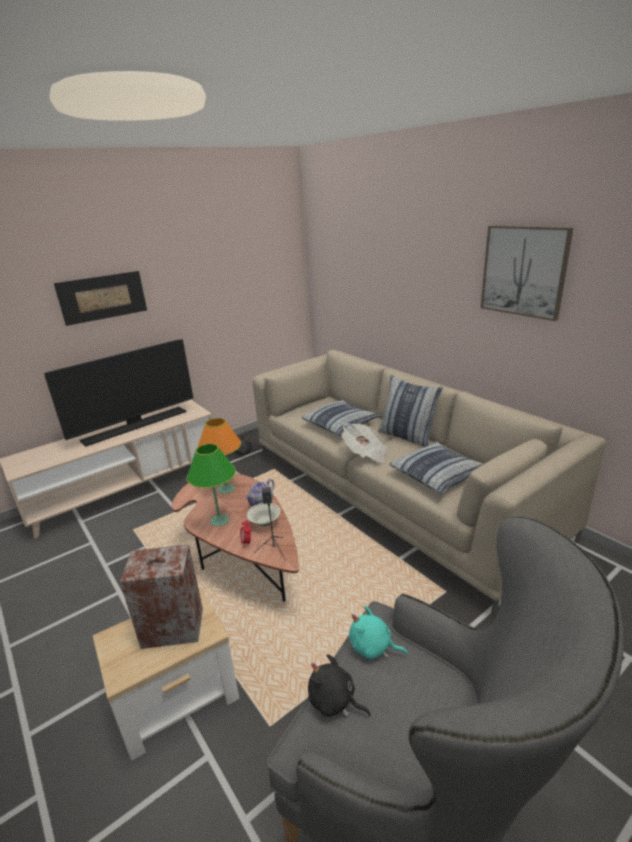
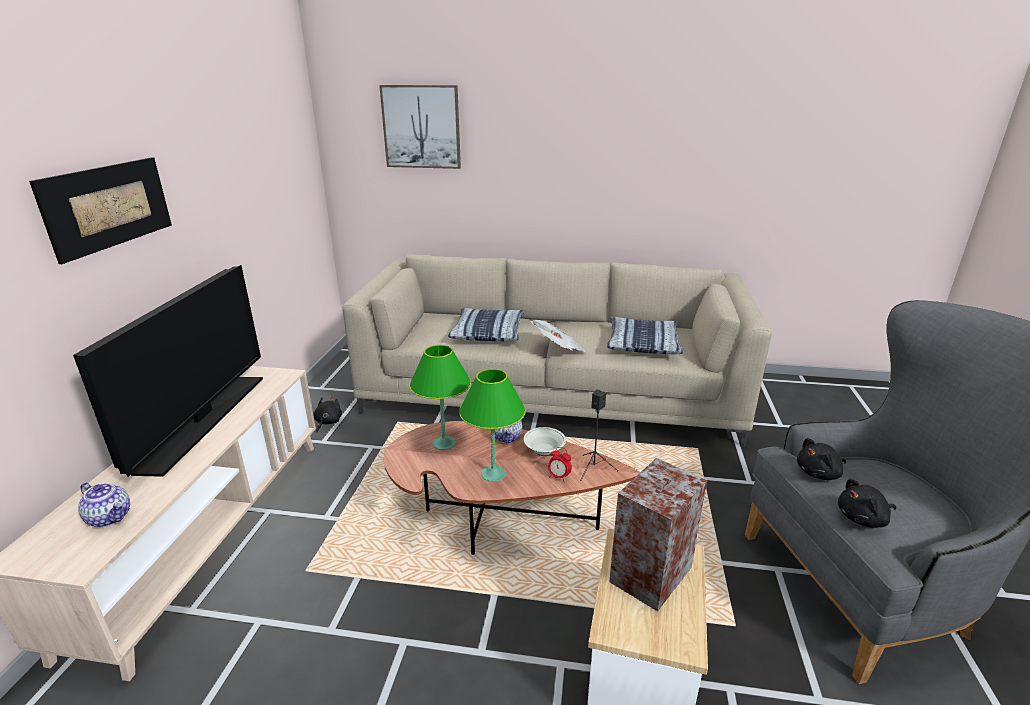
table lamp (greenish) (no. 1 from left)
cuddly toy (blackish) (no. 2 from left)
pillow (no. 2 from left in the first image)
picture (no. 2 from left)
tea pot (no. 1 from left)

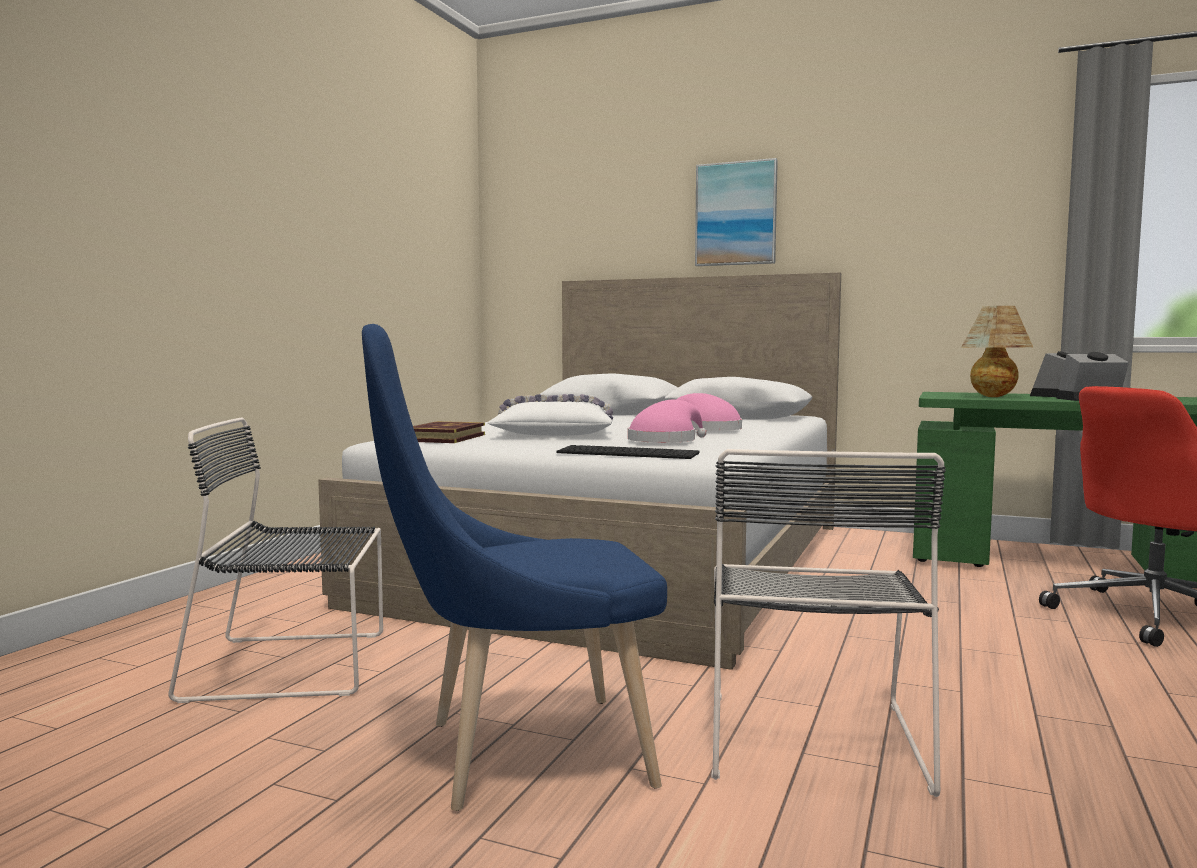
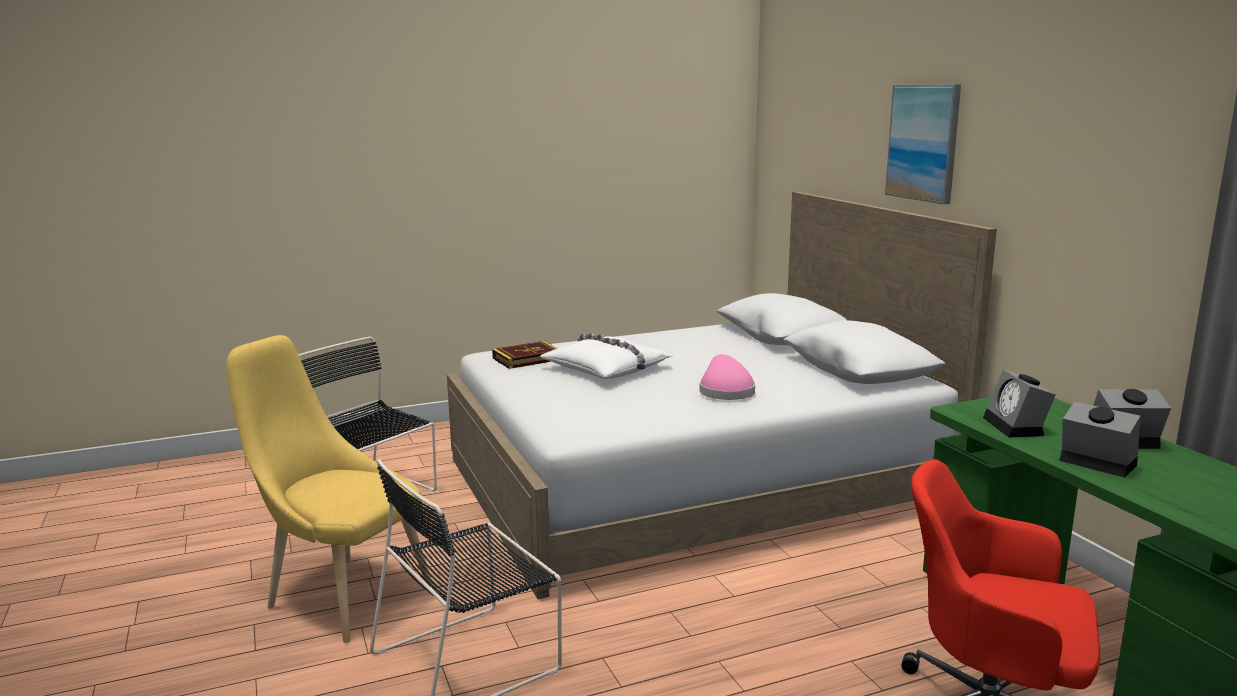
plain chair (yellow-coloured)
keyboard
hat (pink) (no. 1 from left in the first image)
bedside clock (no. 1 from left)

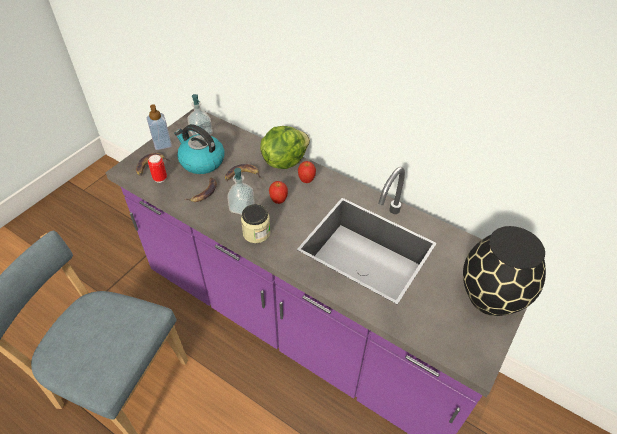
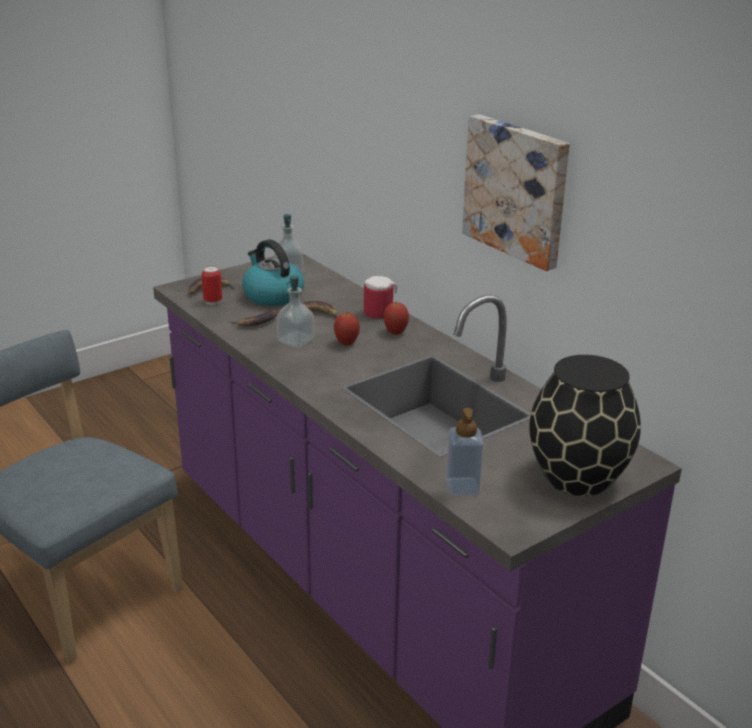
liquid soap bottle (no. 3 from left)
jar
coffee mug
picture

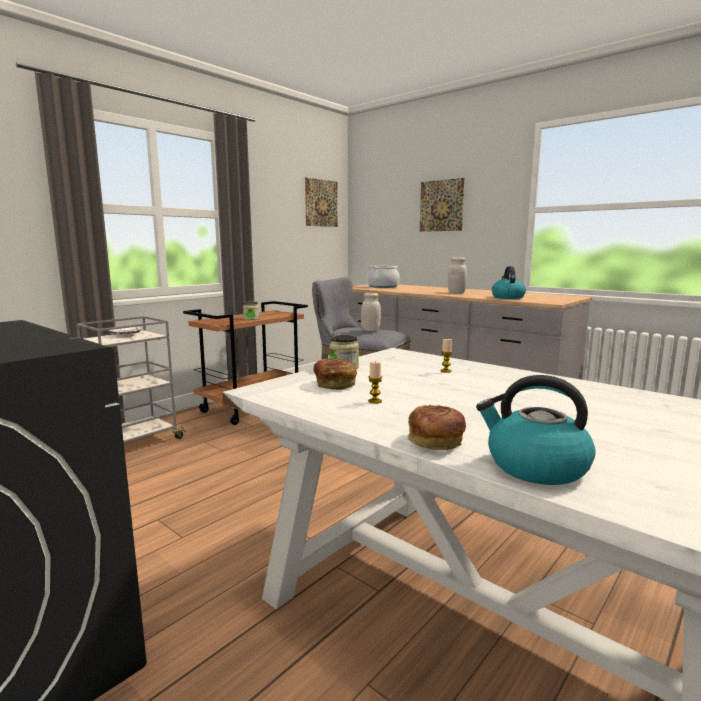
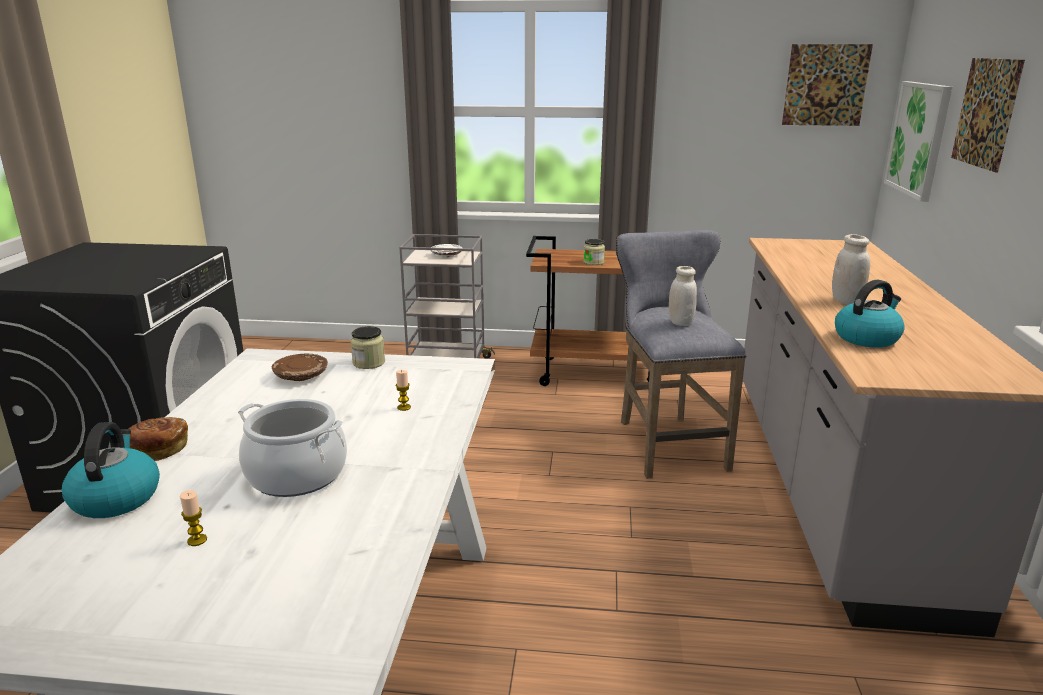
plate (brown-coloured)
cooking pot
wax candle (no. 1 from left)
picture (no. 2 from left)

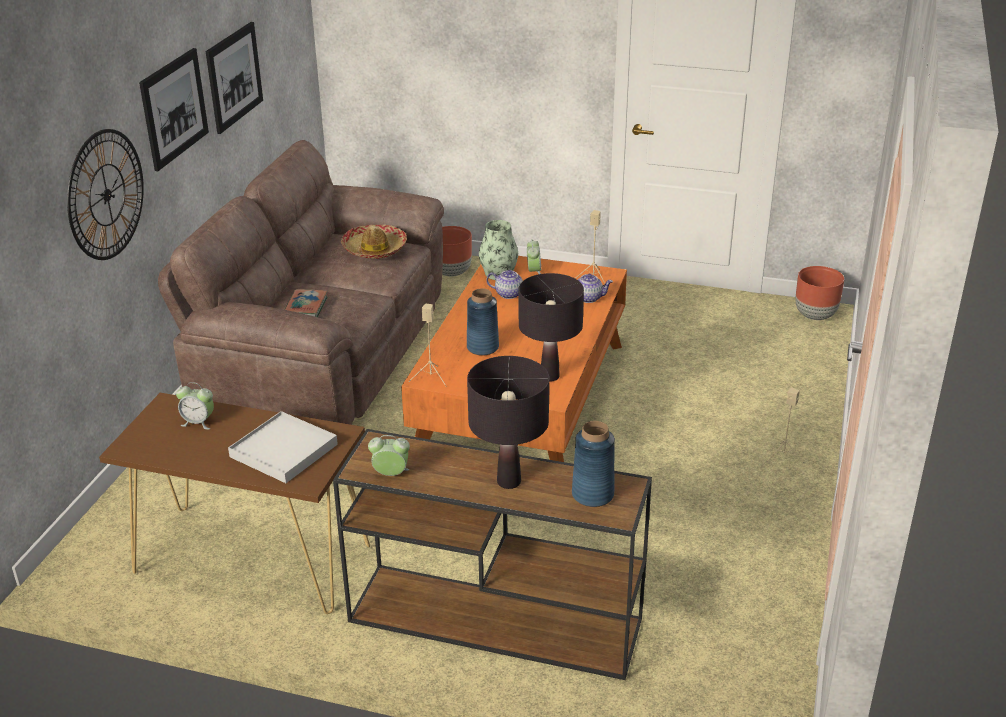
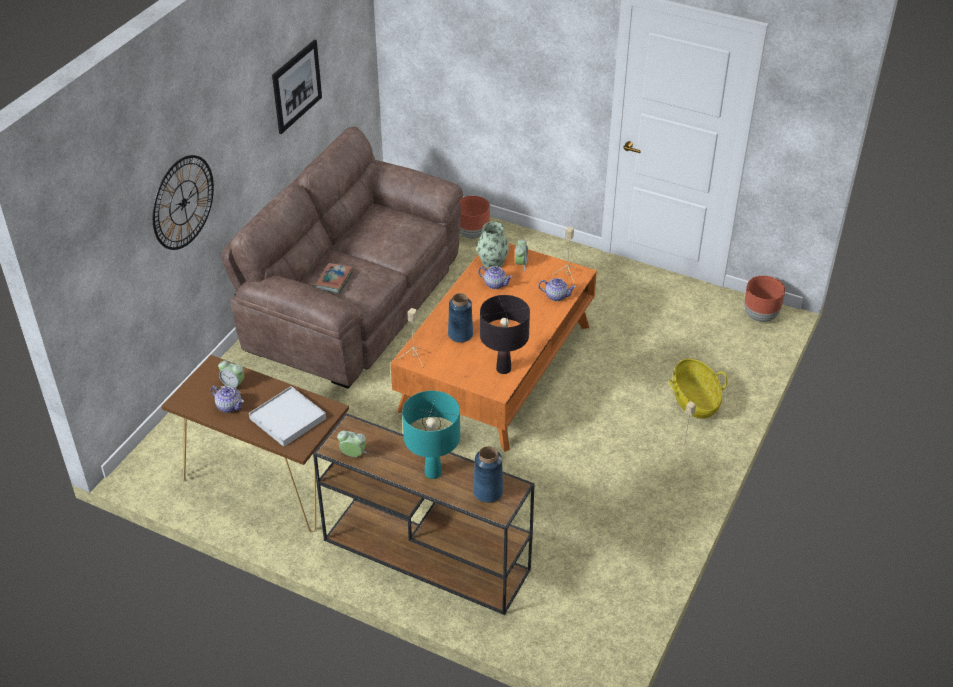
picture (no. 1 from left in the first image)
hat
table lamp (blue-green)
tea pot (no. 1 from left)
storage basket

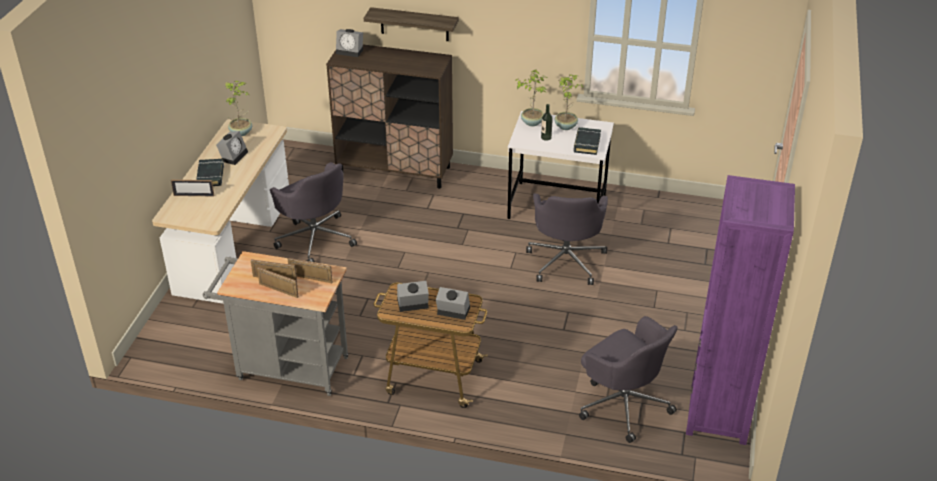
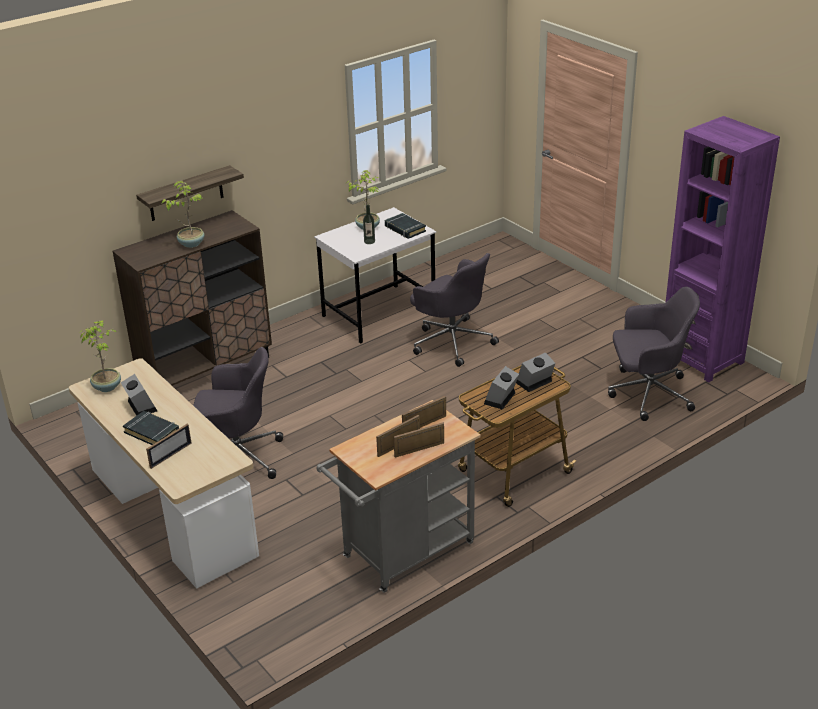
bedside clock (no. 2 from left in the first image)
houseplant (no. 2 from left)

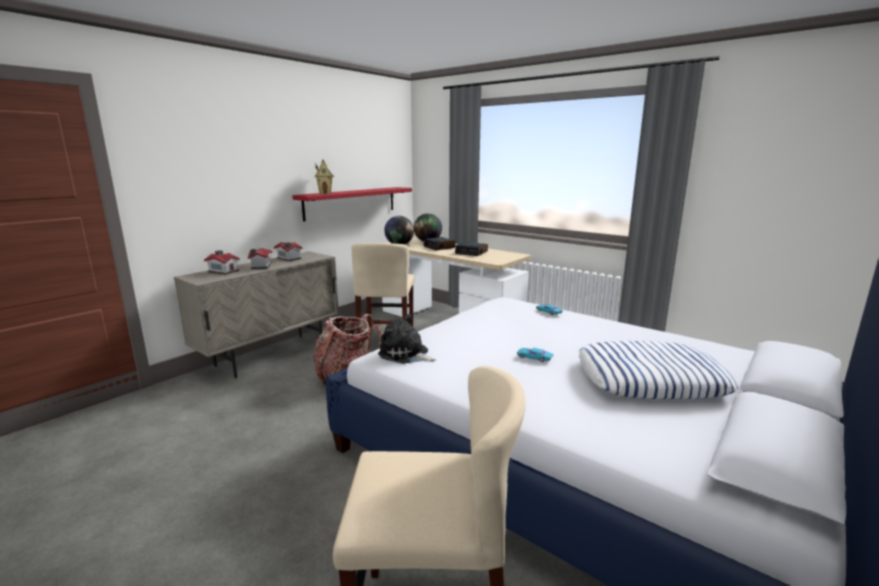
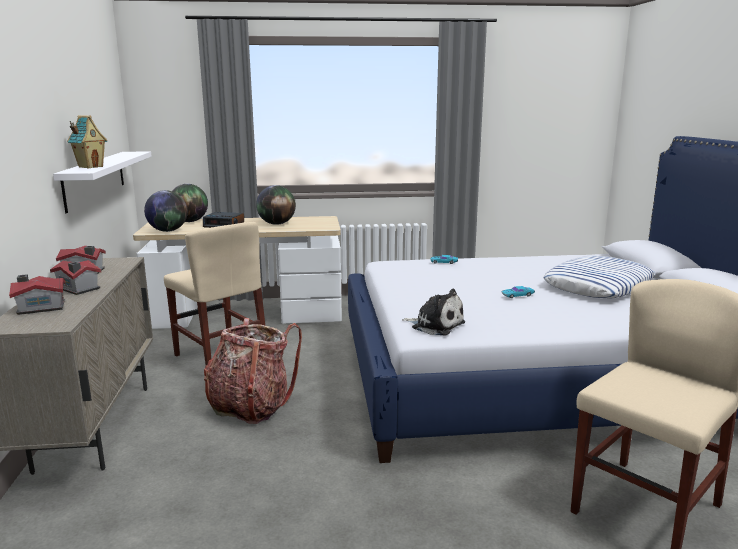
shelf (whitish)
cuddly toy
desk globe (no. 3 from left)

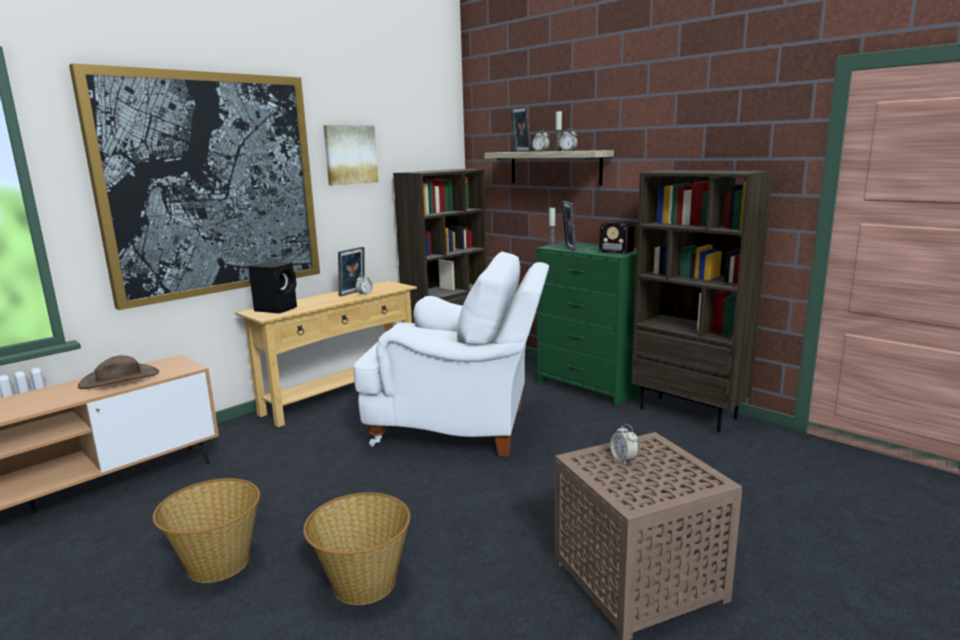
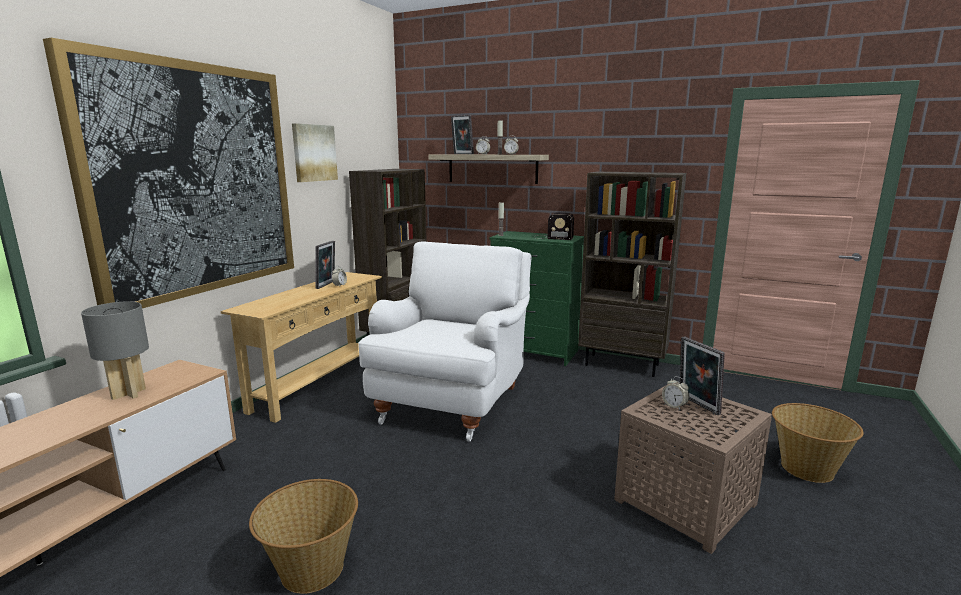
table lamp (grey)
loudspeaker (blackish)
storage basket (no. 2 from left)
armchair (whitish)
photo frame (no. 3 from left)

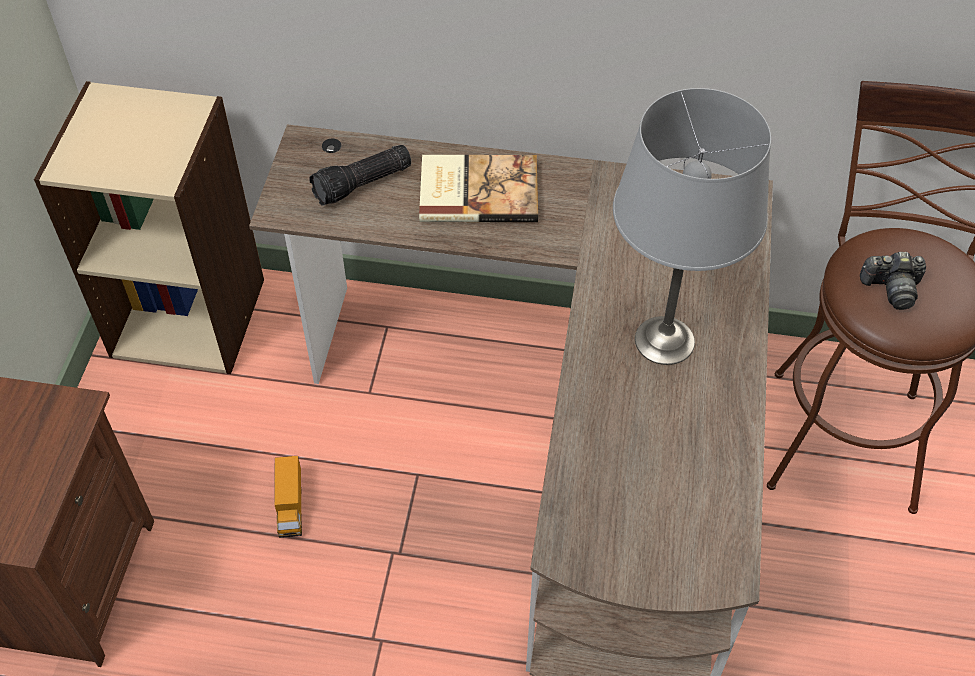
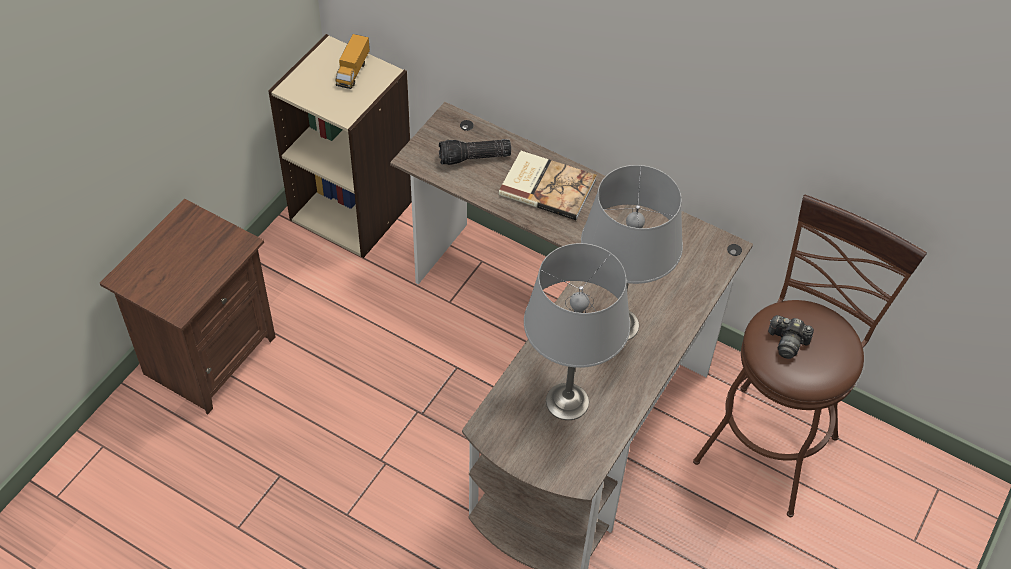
model truck
table lamp (grey) (no. 1 from left)

